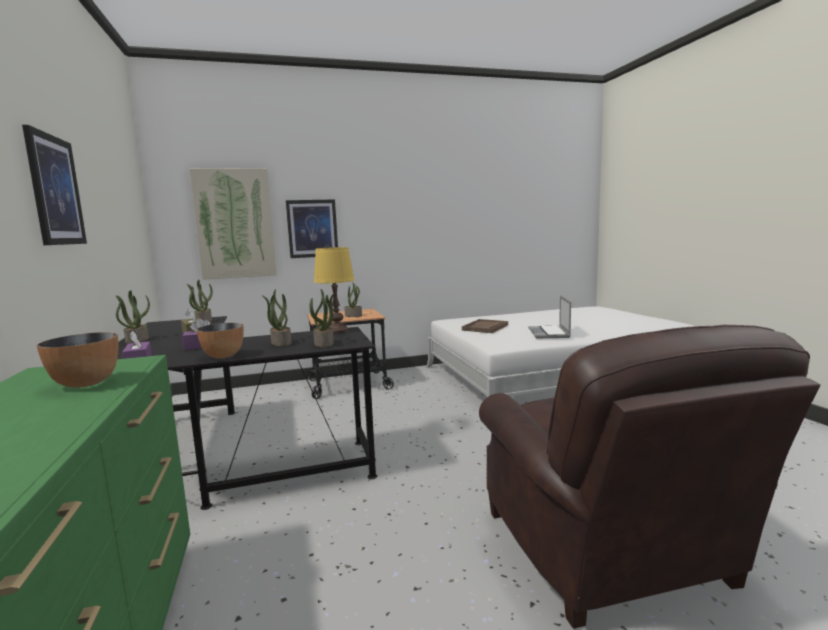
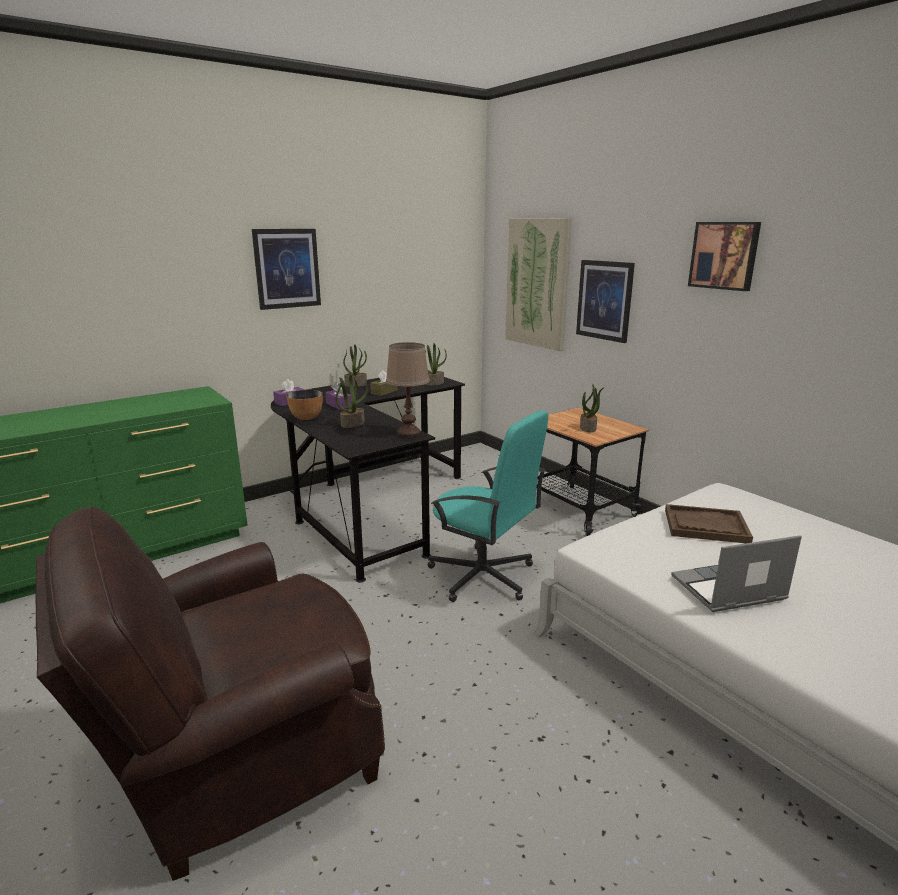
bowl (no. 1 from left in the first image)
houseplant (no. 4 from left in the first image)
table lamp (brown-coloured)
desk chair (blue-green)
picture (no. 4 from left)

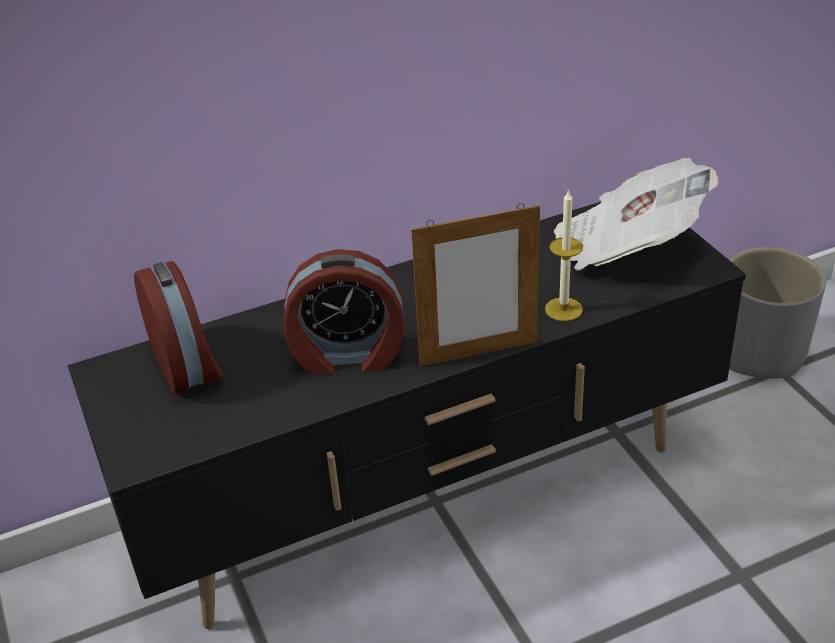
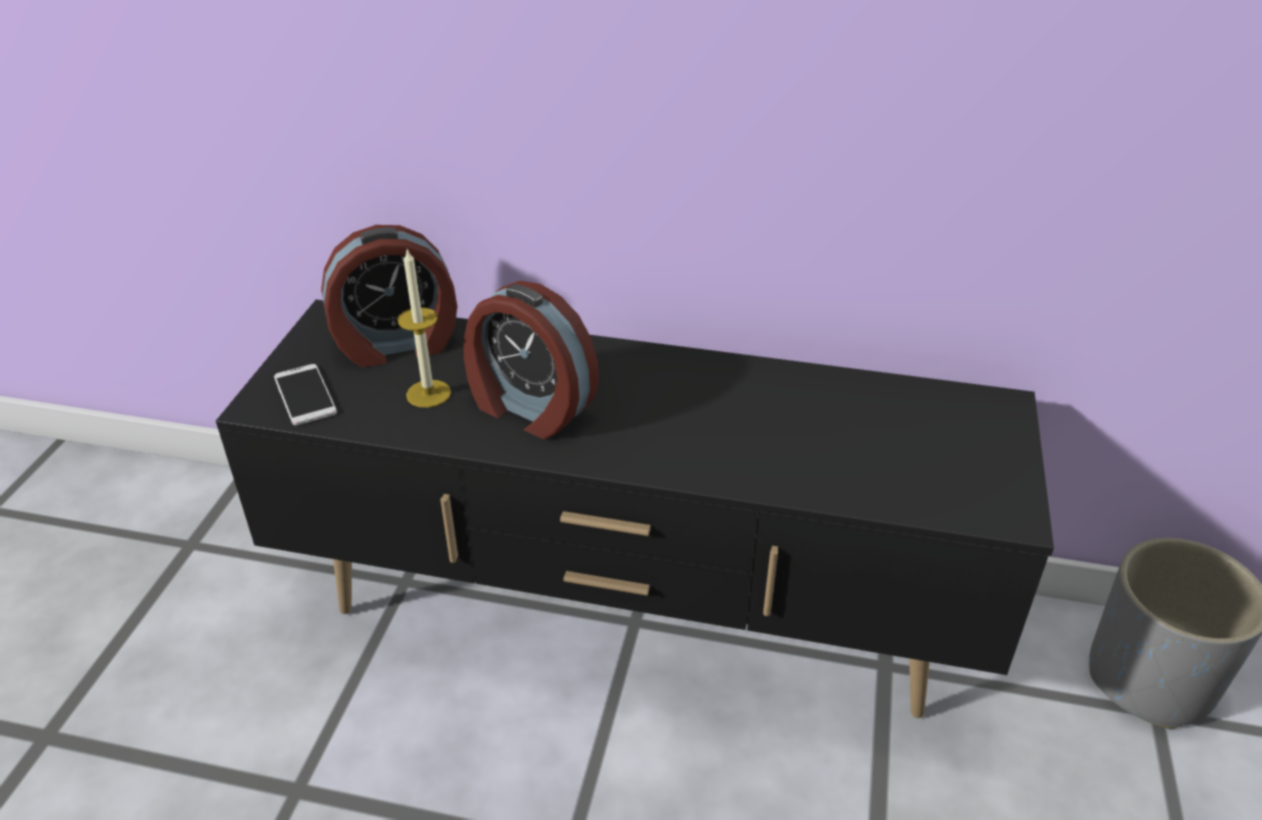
bedside clock (no. 1 from left)
photo frame
wax candle
printed paper
telephone

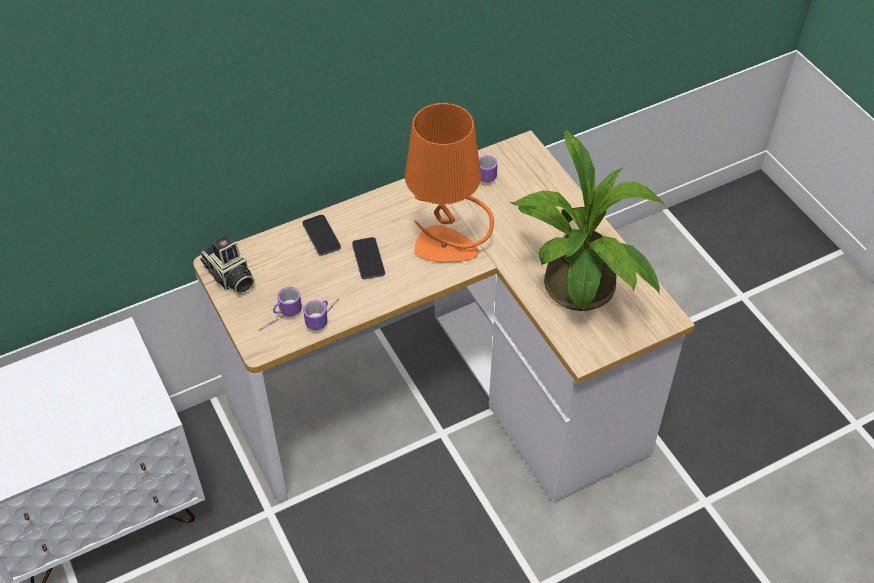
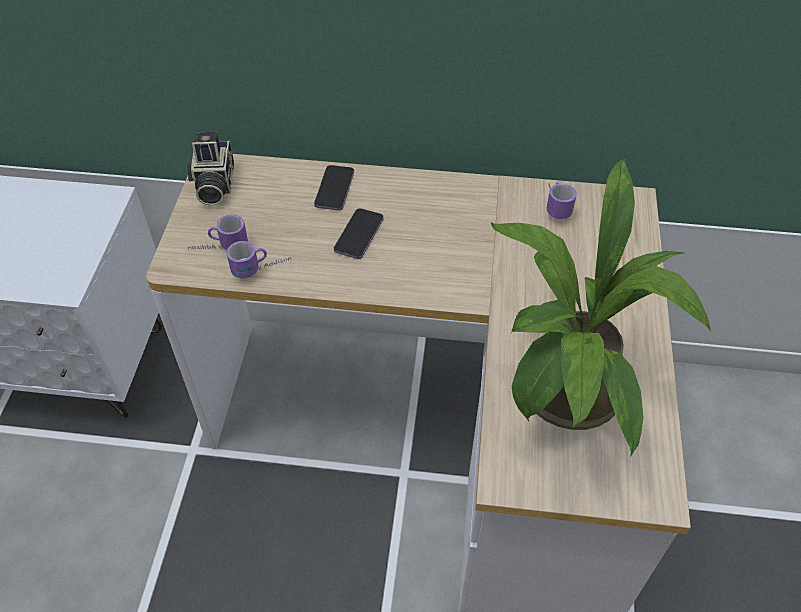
table lamp (orange-coloured)

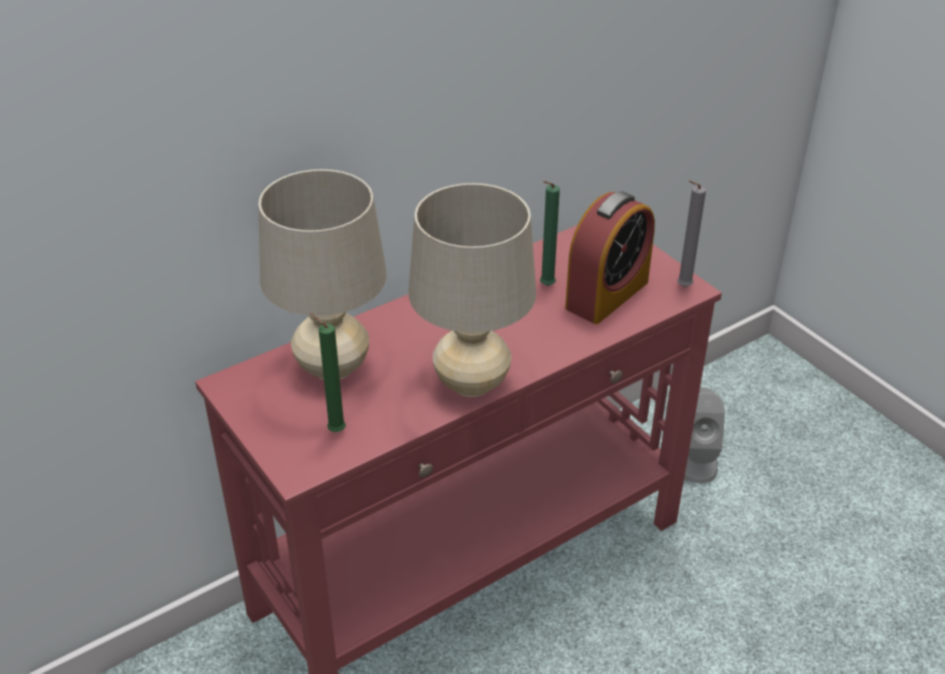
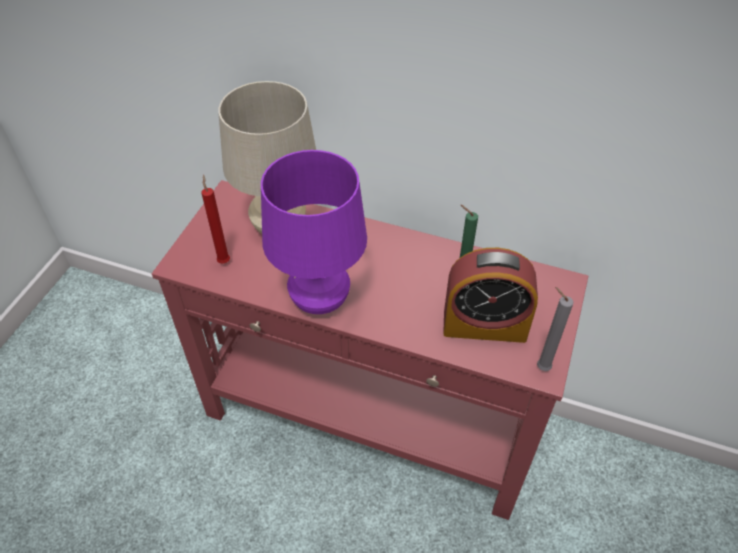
wax candle (red)
table lamp (purplish)
loudspeaker (grey)

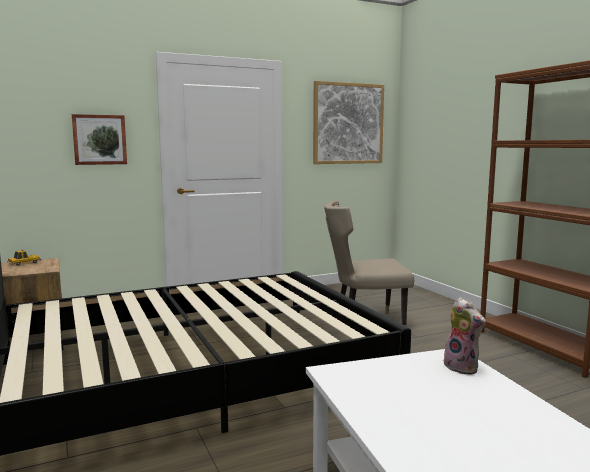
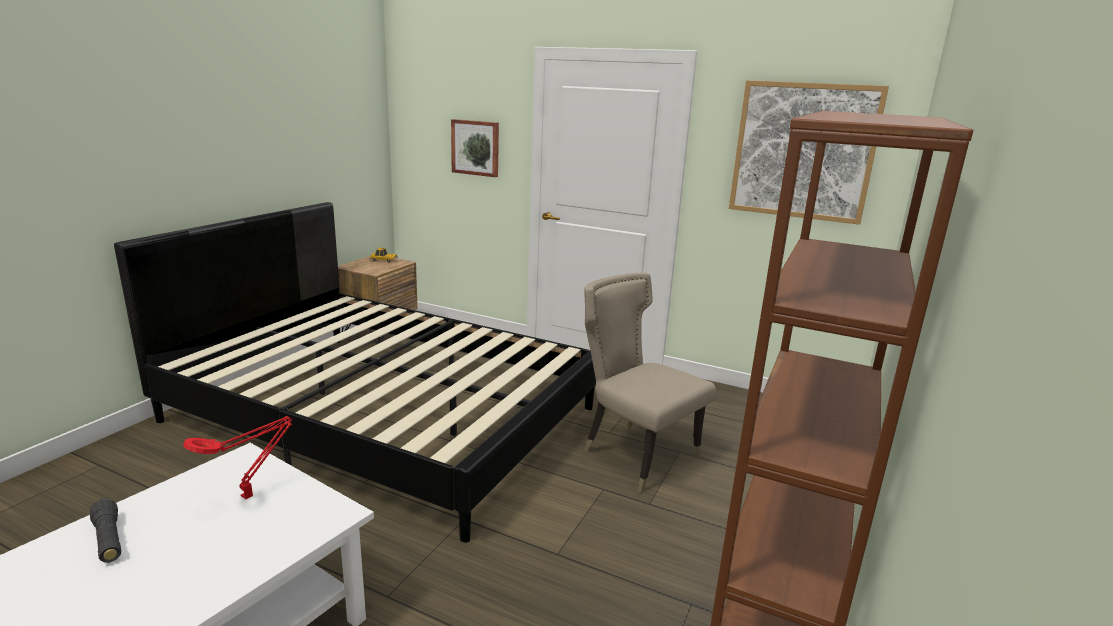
cuddly toy
hand torch (blackish)
table lamp (red)

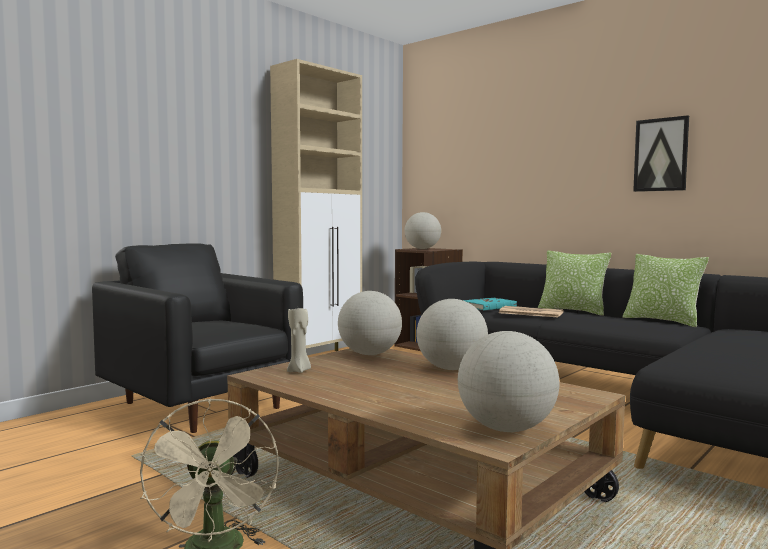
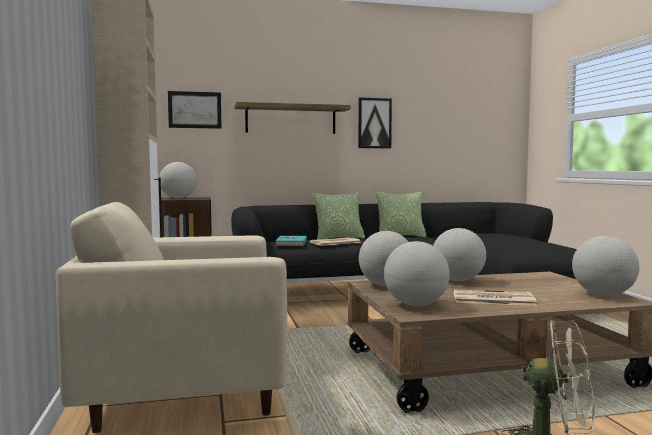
armchair (beige)
desk globe (no. 3 from left)
picture (no. 1 from left)
shelf
printed paper (no. 2 from left)

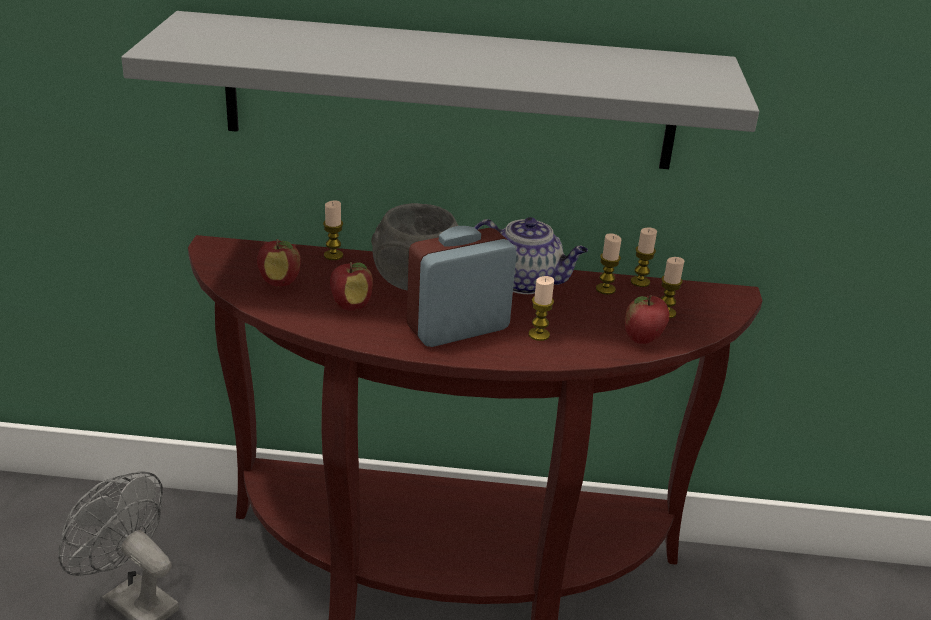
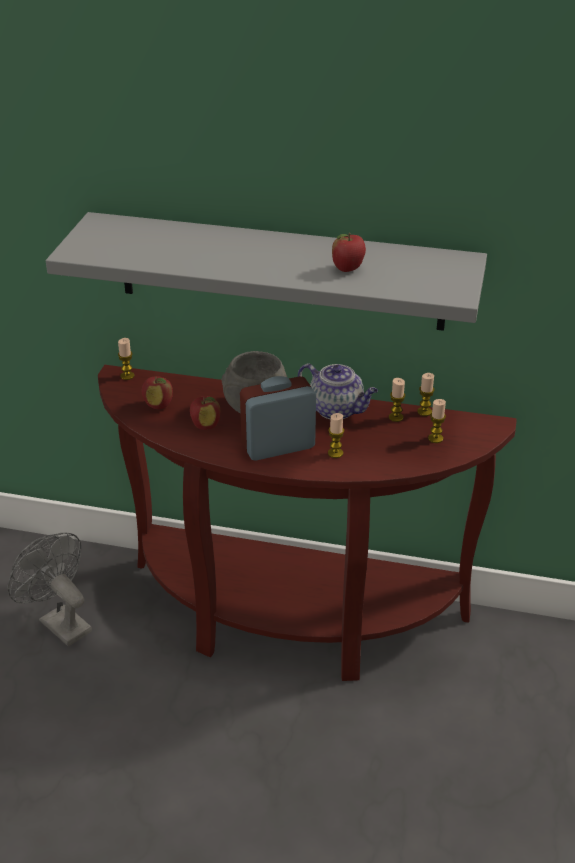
wax candle (no. 1 from left)
apple fruit (no. 3 from left)

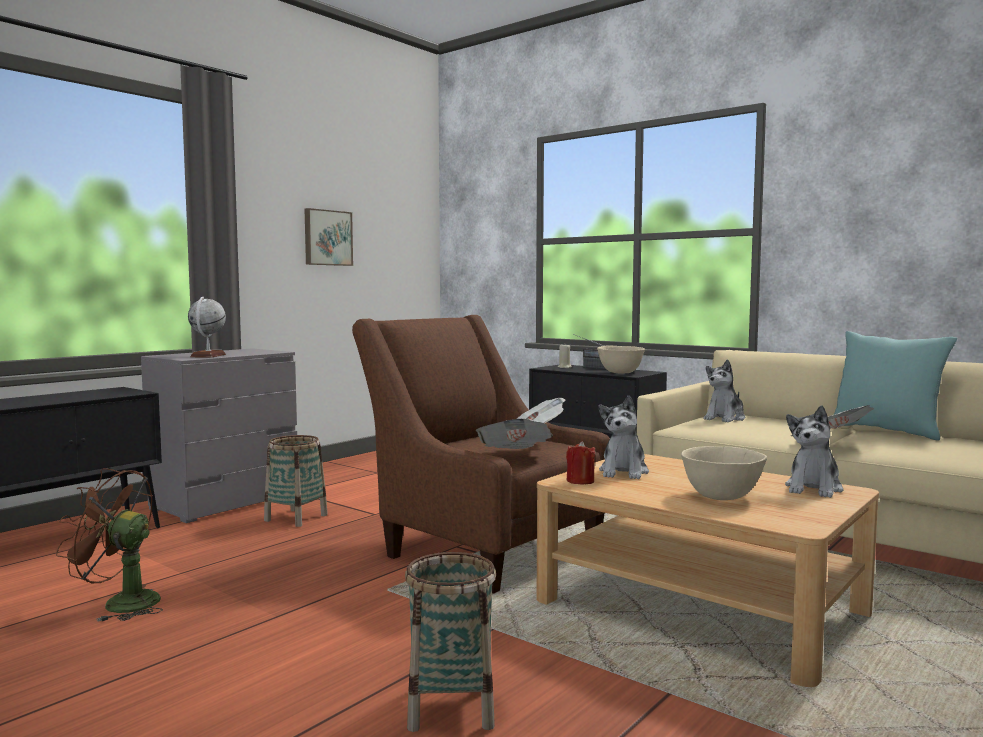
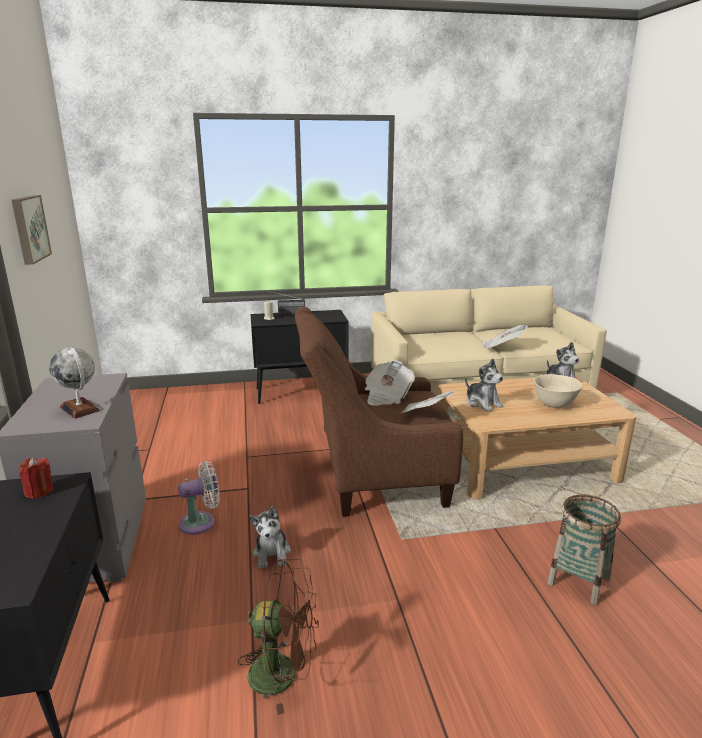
cooling fan (brown-coloured)
cooling fan (whitish)
wax candle (red)
bowl (beige) (no. 1 from left in the first image)
cuddly toy (no. 1 from left)
pillow (blue-green)

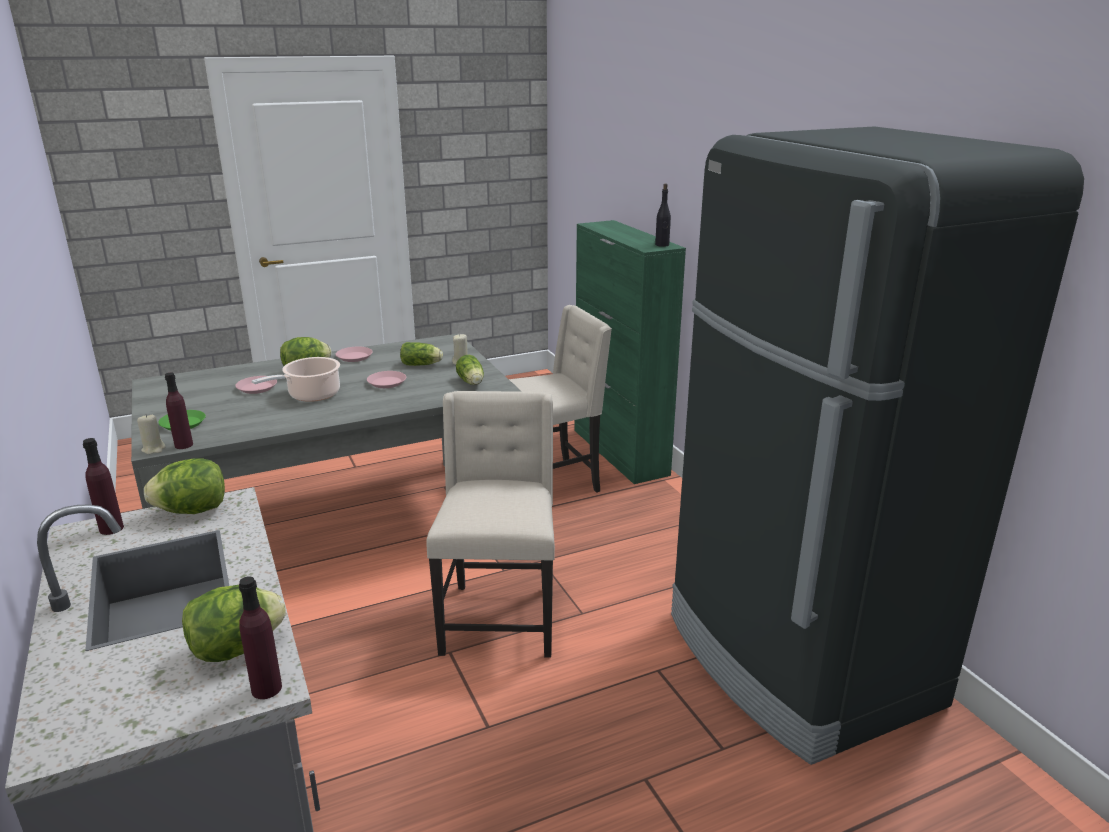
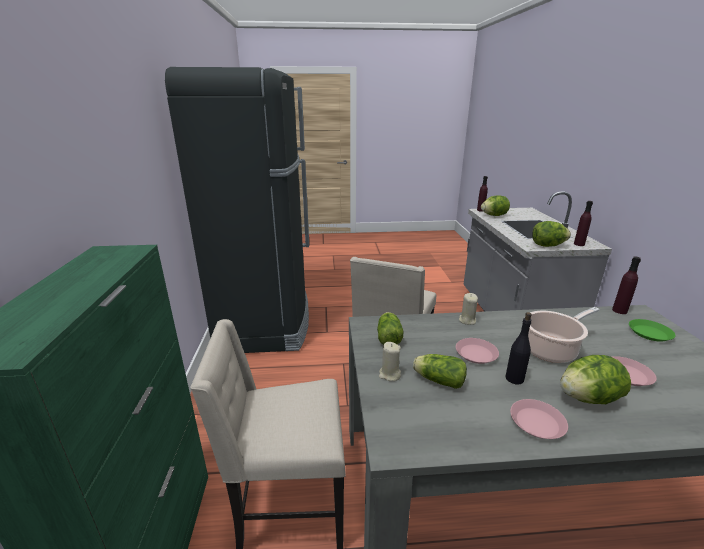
wax candle (beige) (no. 2 from left)
bottle (blackish)

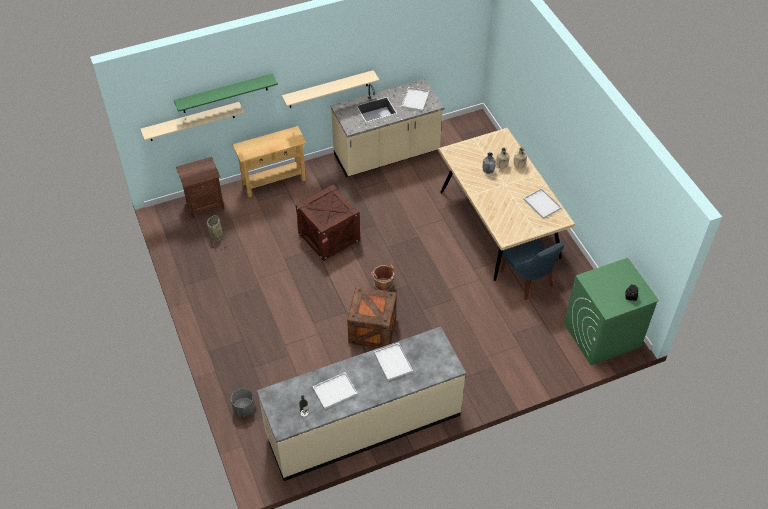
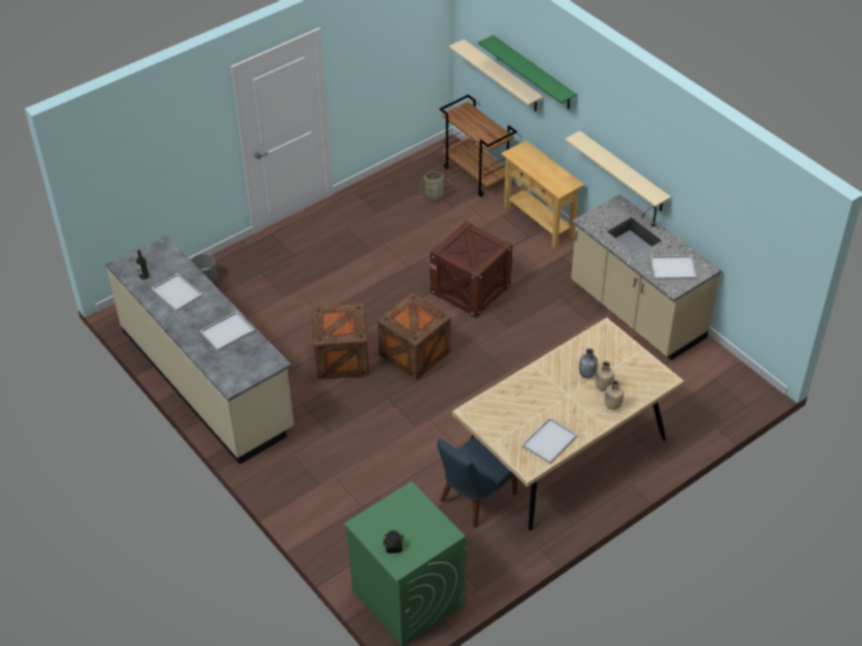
cart (brown-coloured)
packing crate (no. 2 from left)

